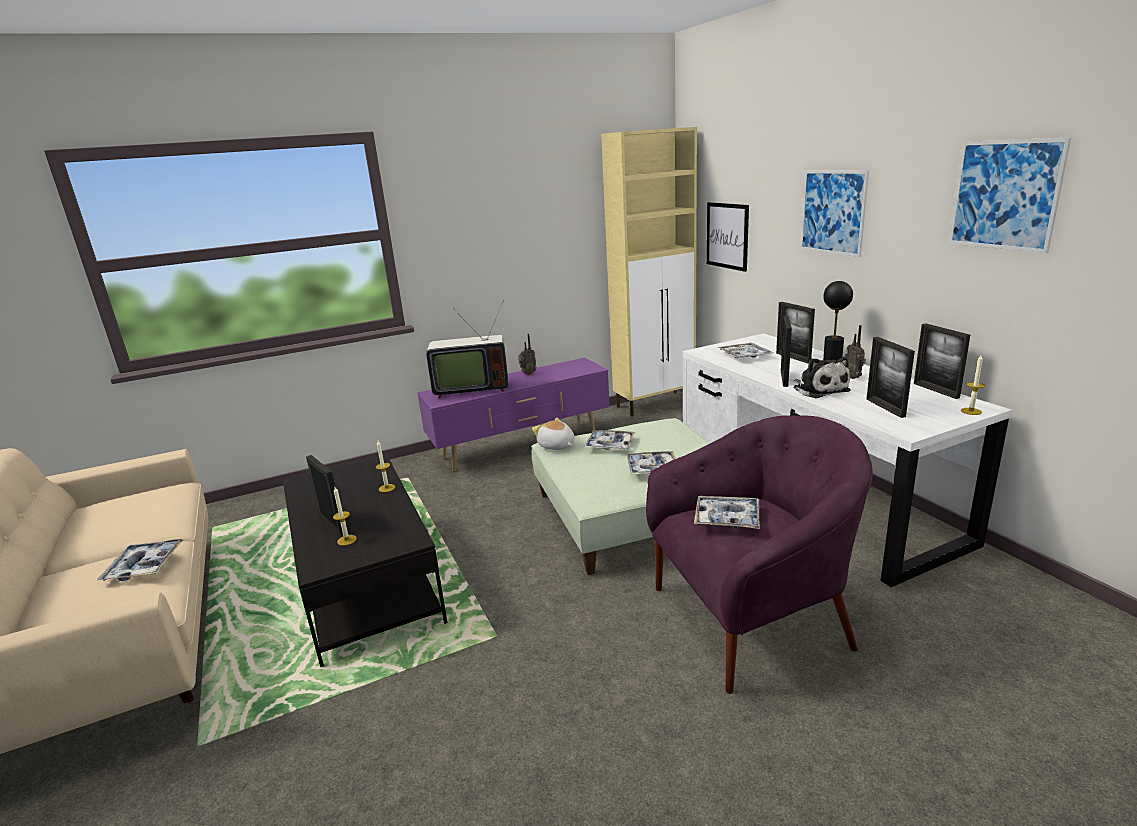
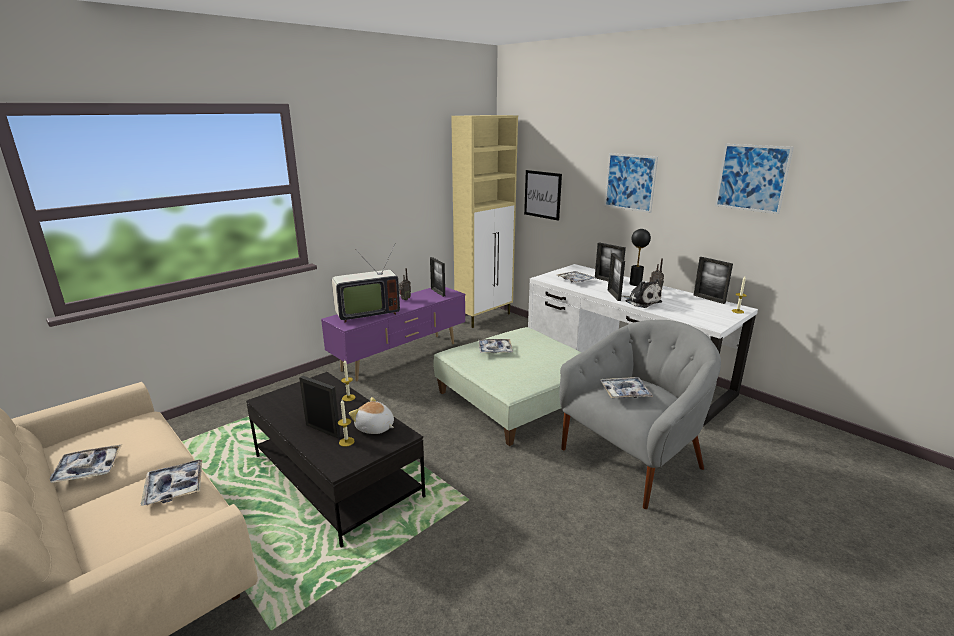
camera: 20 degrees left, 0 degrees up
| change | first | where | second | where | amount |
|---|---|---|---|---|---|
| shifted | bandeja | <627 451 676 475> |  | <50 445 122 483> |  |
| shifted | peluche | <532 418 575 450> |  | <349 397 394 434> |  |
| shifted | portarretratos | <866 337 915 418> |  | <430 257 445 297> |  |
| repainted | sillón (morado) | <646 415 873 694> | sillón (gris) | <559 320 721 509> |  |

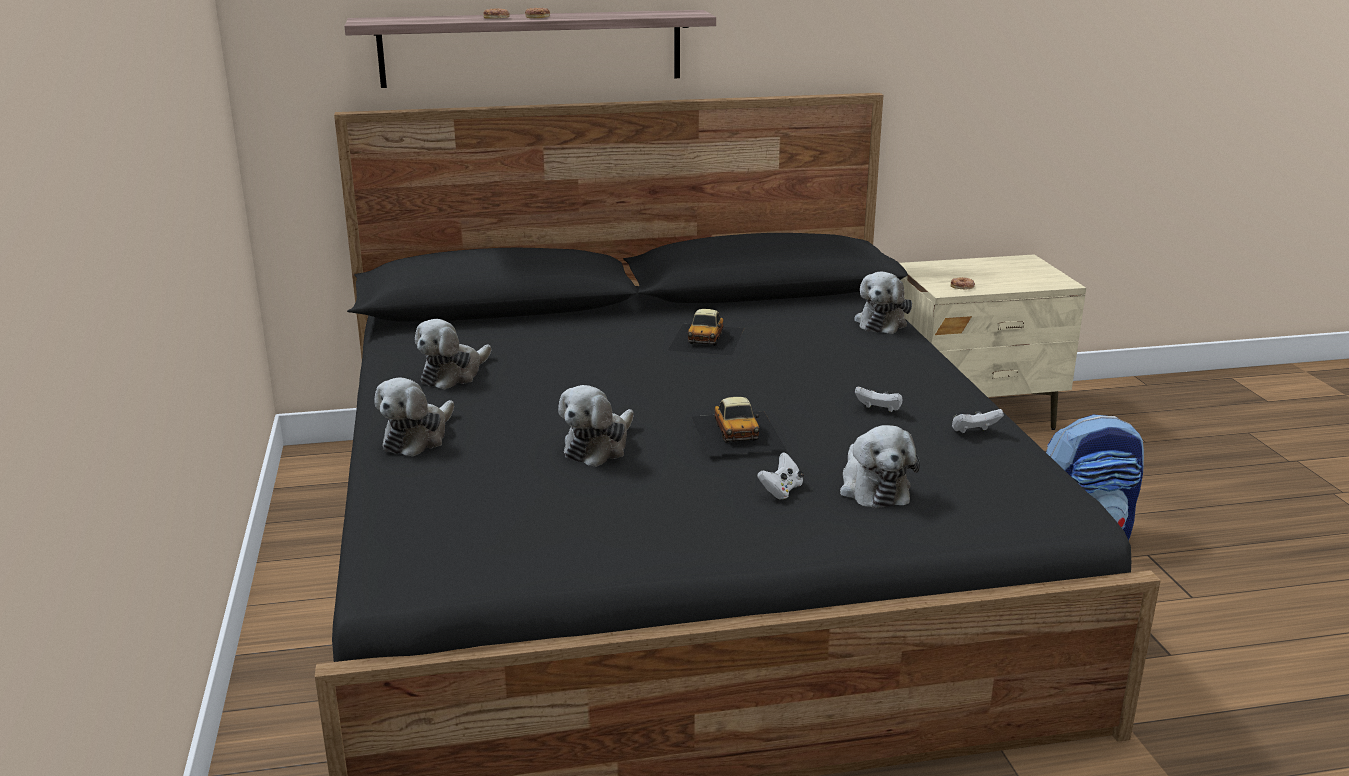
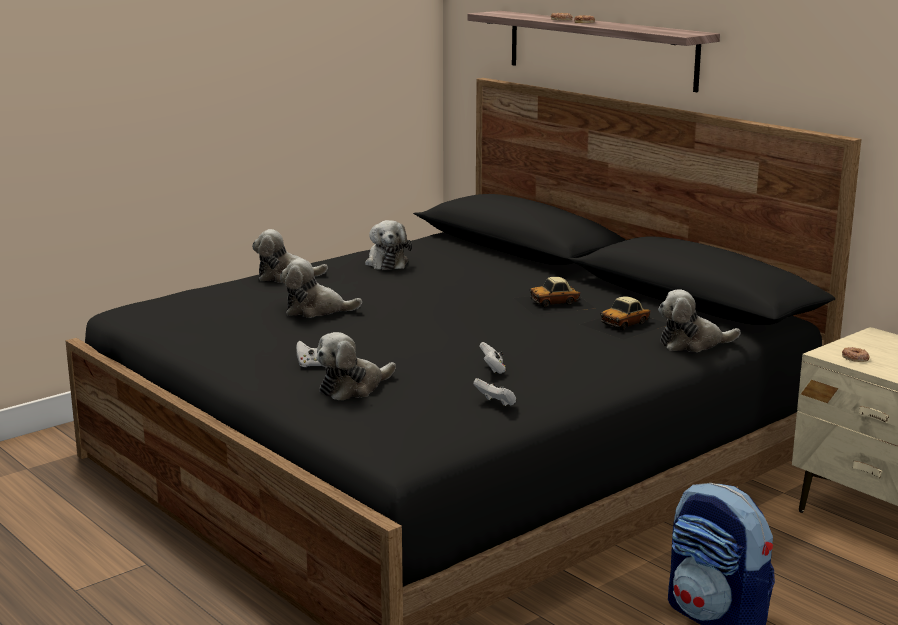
camera: 60 degrees right, 5 degrees down
| change | first | where | second | where | amount |
|---|---|---|---|---|---|
| rotated | peluche | <415 319 491 390> |  | <365 220 412 270> | 105 degrees counterclockwise |
| shifted | coche de juguete | <692 397 786 456> |  | <580 297 667 340> |  |

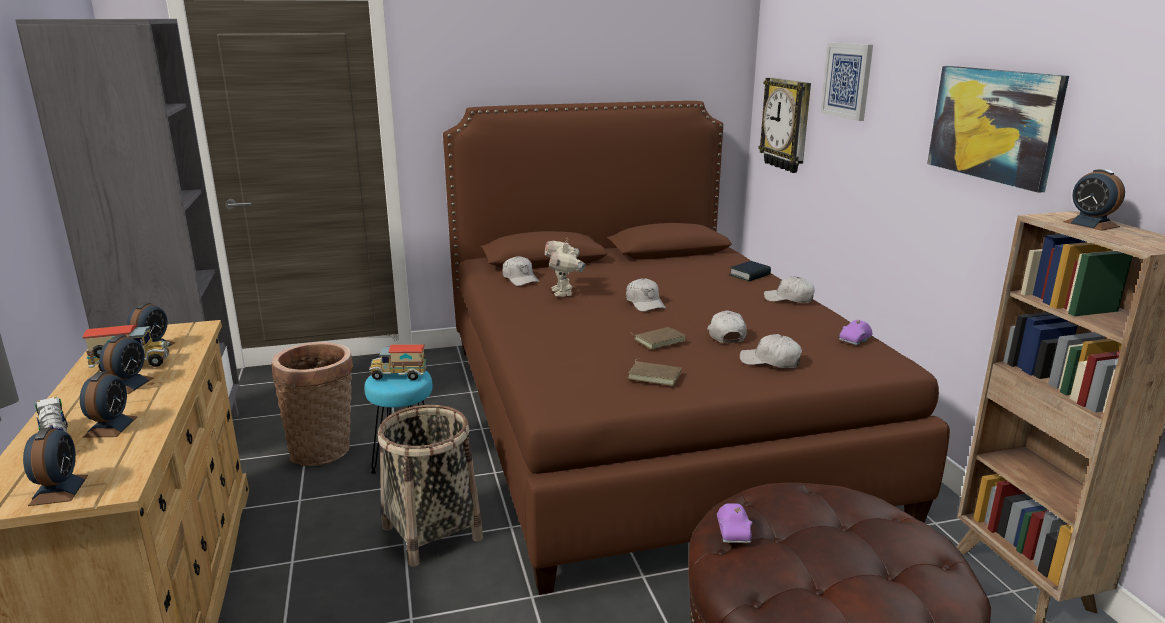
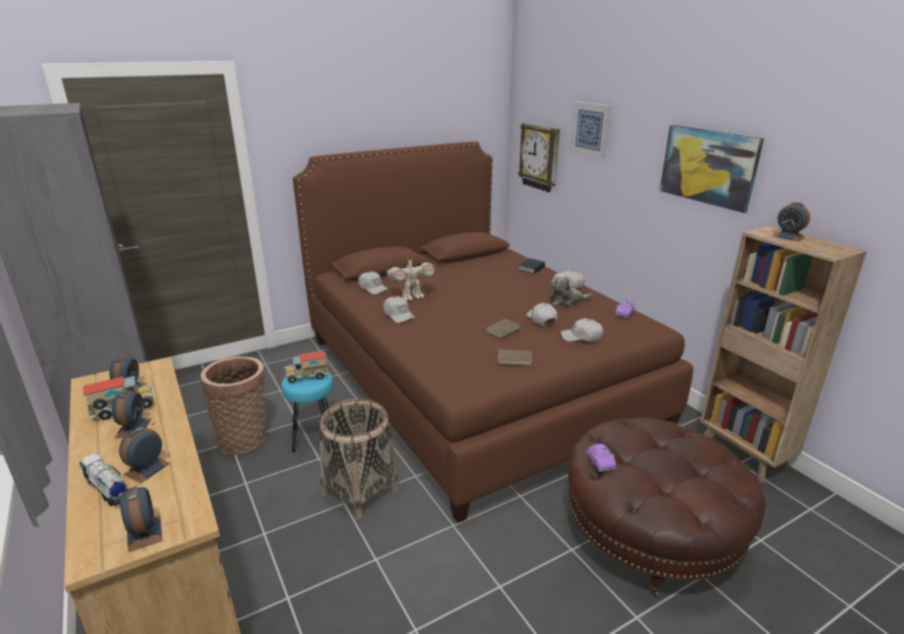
camera: 15 degrees left, 5 degrees up
| change | first | where | second | where | amount |
|---|---|---|---|---|---|
| rotated | despertador | <80 372 137 438> |  | <119 427 170 483> | 135 degrees counterclockwise |
| shifted | gorra (blanco) | <626 278 666 312> |  | <383 296 415 323> |  |
| rotated | robot de juguete | <545 238 586 297> |  | <387 258 434 301> | 90 degrees counterclockwise |
| new |  |  | peluche | <549 273 593 307> |  |

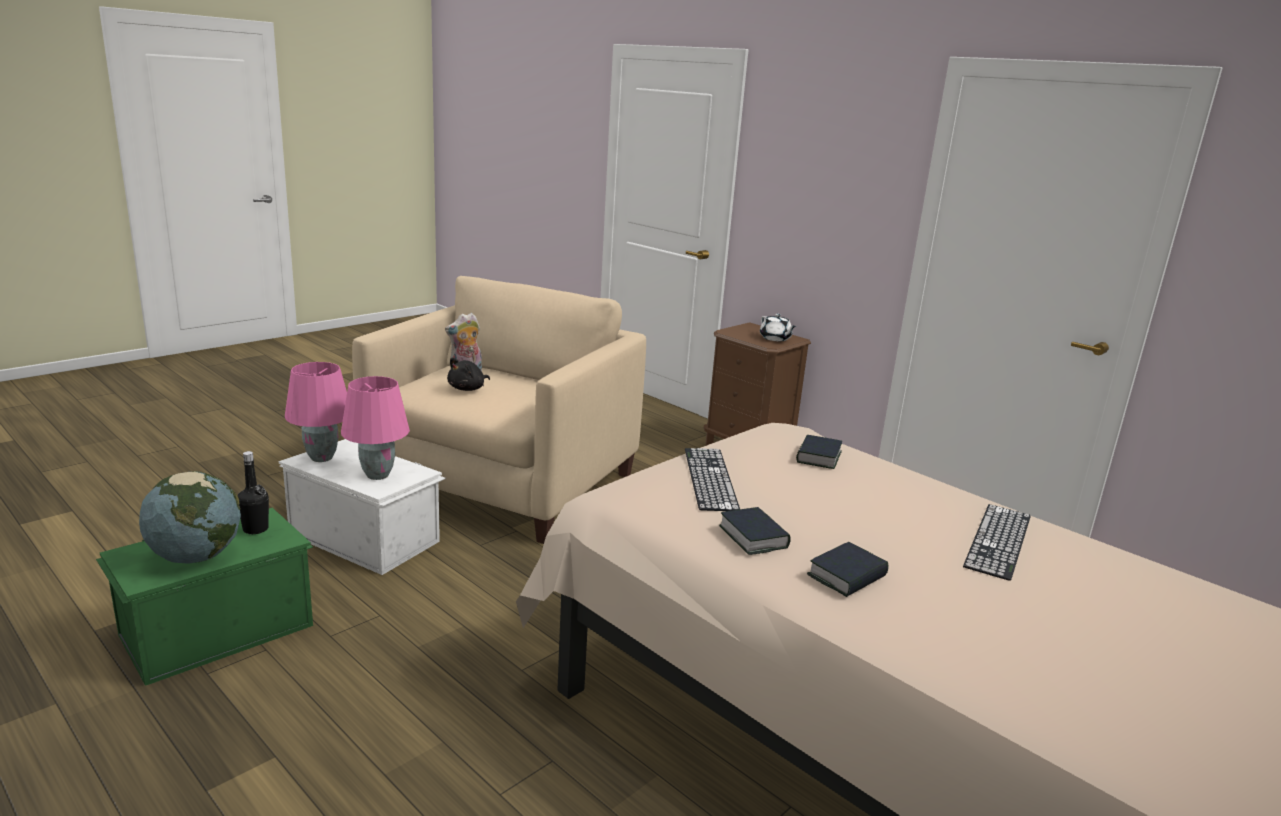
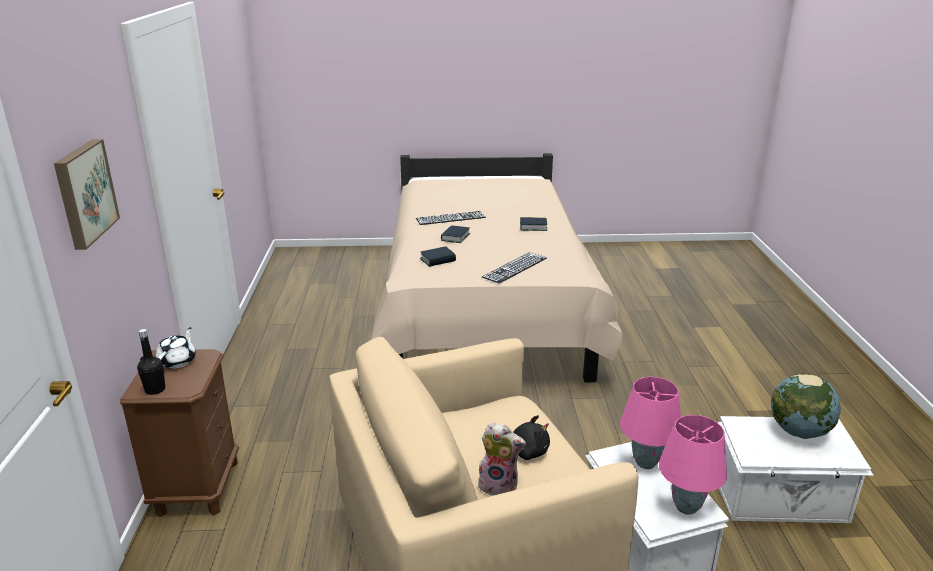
camera: 135 degrees left, 5 degrees up
| change | first | where | second | where | amount |
|---|---|---|---|---|---|
| new |  |  | cuadro | <54 139 120 250> |  |
| shifted | botella (negro) | <238 451 269 534> |  | <137 329 165 395> |  |
| shifted | libro | <719 507 791 555> |  | <441 225 470 243> |  |
| repainted | caja de almacenaje (verde) | <96 508 313 686> | caja de almacenaje (blanco) | <718 416 874 523> |  |

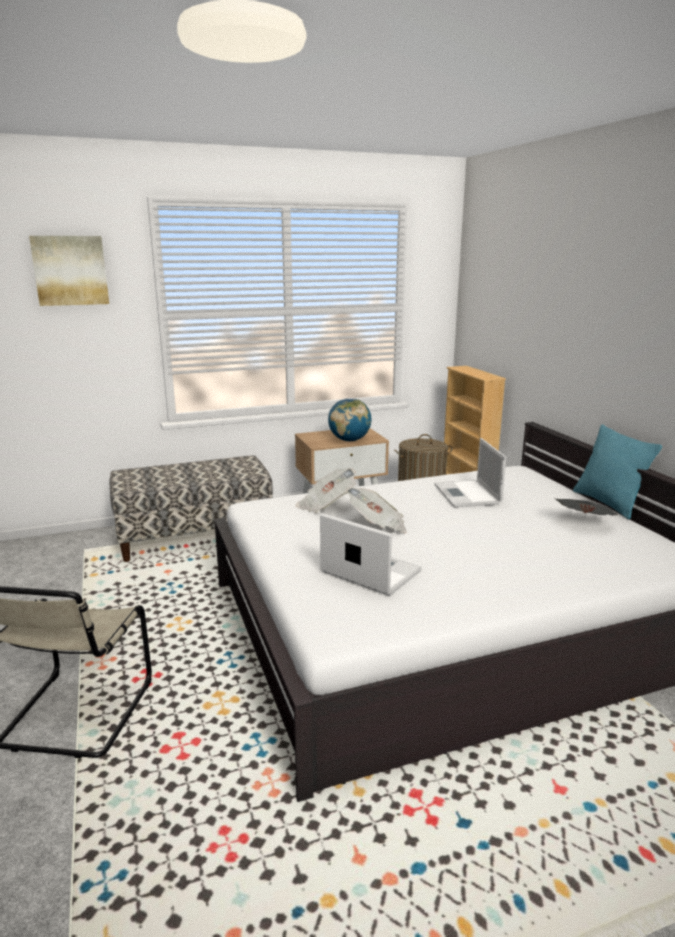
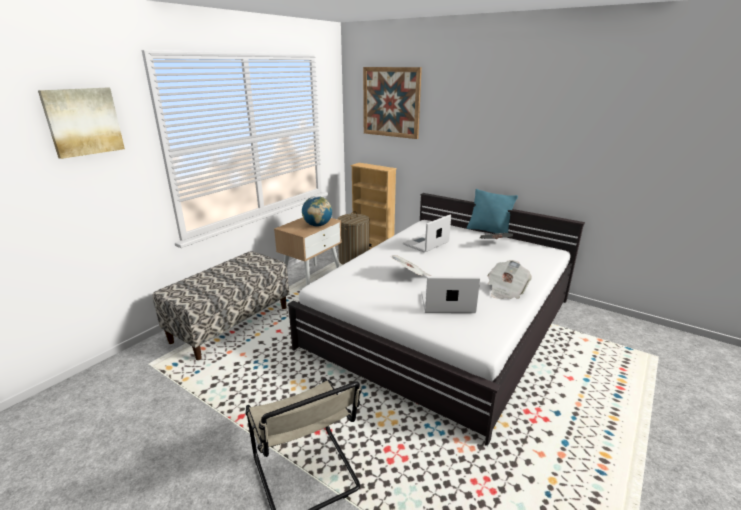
camera: 35 degrees left, 5 degrees up
| change | first | where | second | where | amount |
|---|---|---|---|---|---|
| new |  |  | cuadro | <363 67 422 139> |  |
| rotated | portátil | <434 438 506 507> |  | <403 215 451 253> | 90 degrees clockwise |
| shifted | periódico | <296 468 356 513> |  | <488 260 532 299> |  |

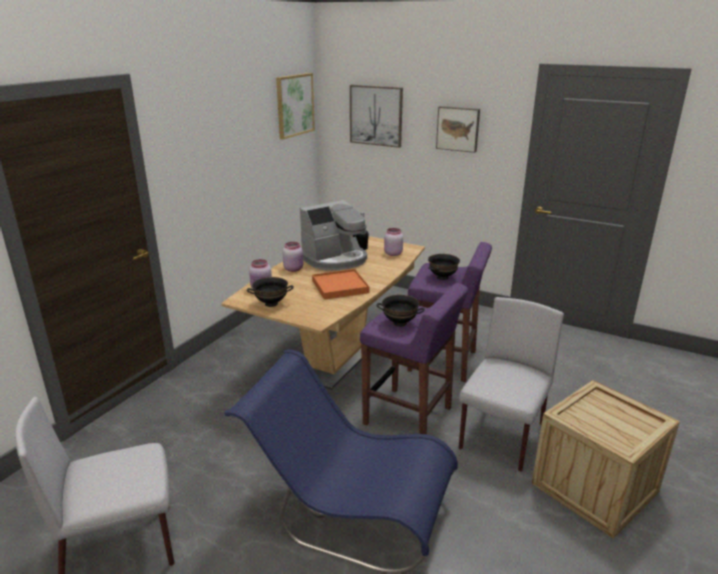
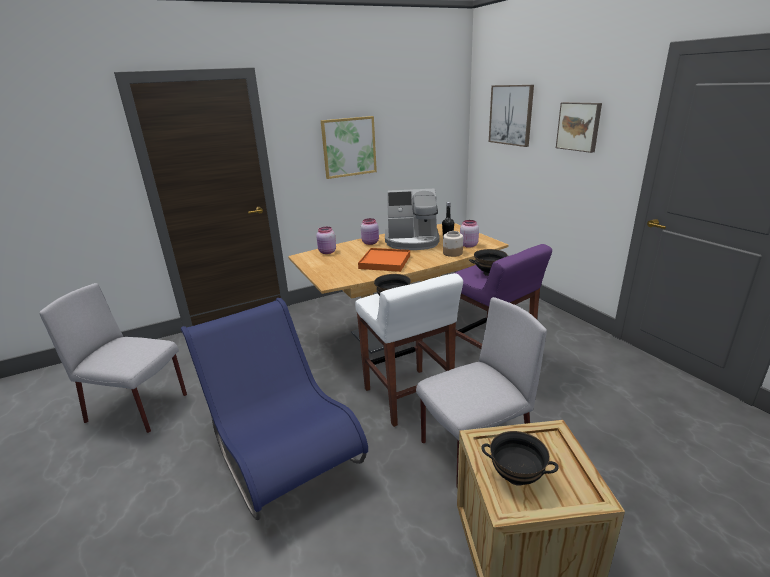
camera: 35 degrees right, 0 degrees up
| change | first | where | second | where | amount |
|---|---|---|---|---|---|
| shifted | cuadro | <276 73 315 139> |  | <321 116 377 179> |  |
| repainted | taburete (morado) | <360 283 468 434> | taburete (blanco) | <355 273 463 427> |  |
| new |  |  | tarro | <443 231 463 257> |  |
| shifted | cuenco (negro) | <247 277 294 307> |  | <481 431 559 486> |  |

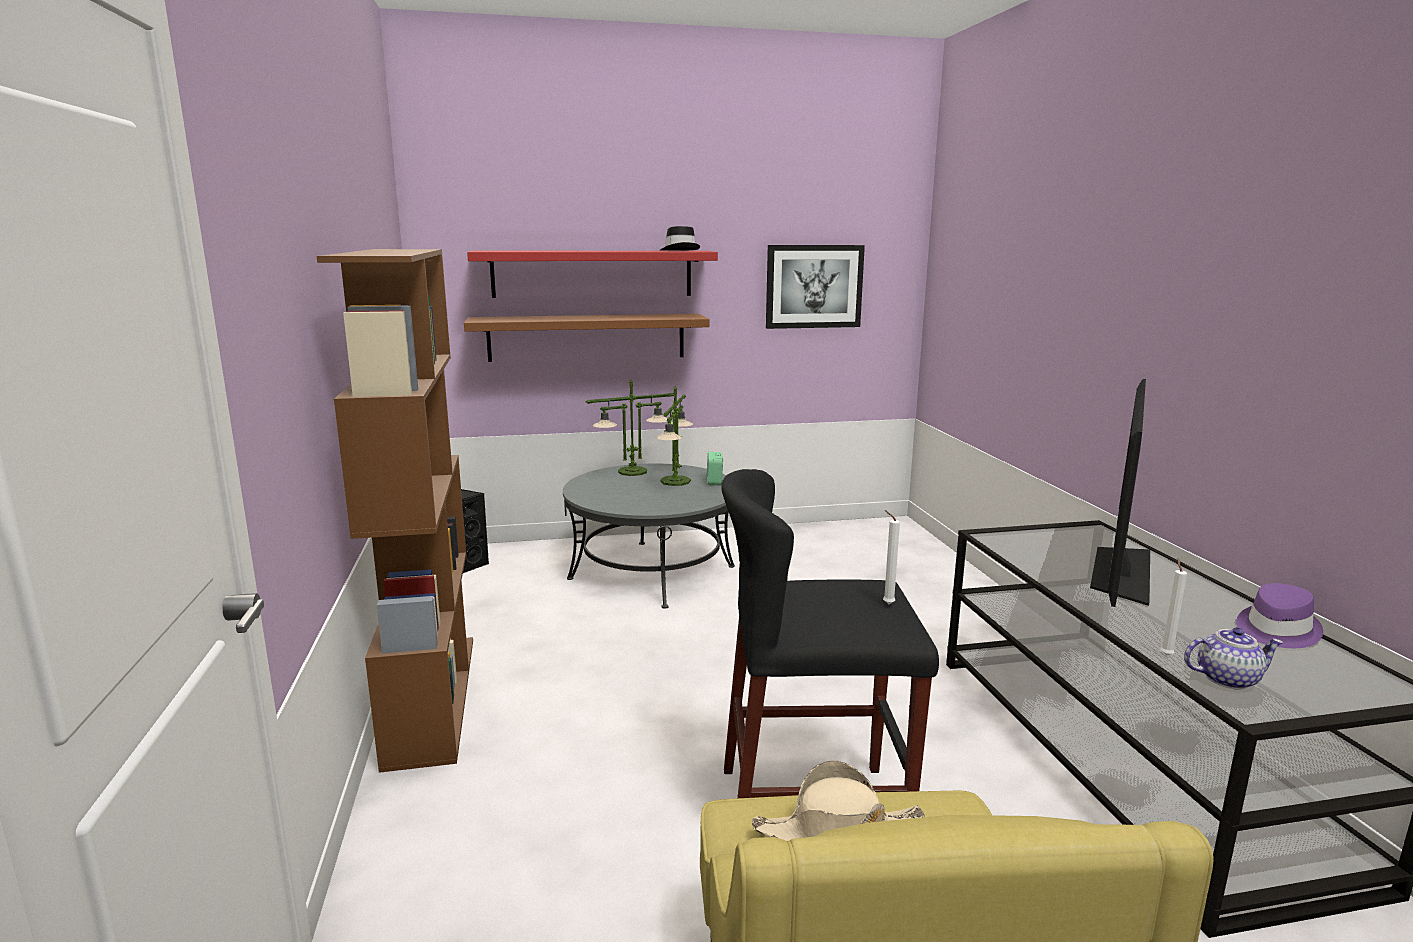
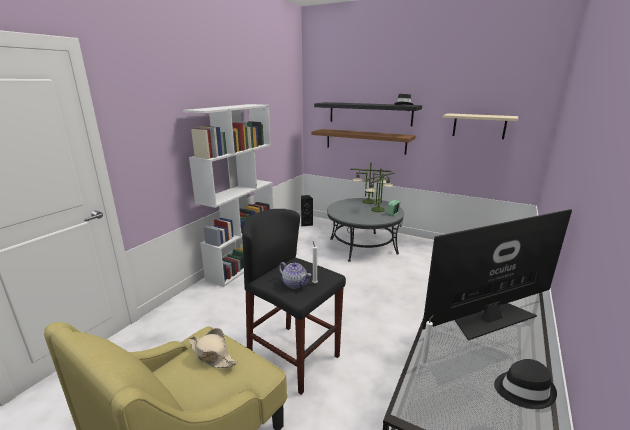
camera: 40 degrees right, 5 degrees up
| change | first | where | second | where | amount |
|---|---|---|---|---|---|
| repainted | estantería (marrón) | <317 249 473 773> | estantería (blanco) | <183 104 274 287> |  |
| shifted | tetera | <1184 627 1284 690> |  | <279 262 311 289> |  |
| repainted | estante (rojo) | <467 251 718 298> | estante (negro) | <314 102 422 126> |  |
| swapped | cuadro | <766 245 865 329> | estante (beis) | <443 113 518 139> |  |
| repainted | sombrero (morado) | <1236 583 1323 648> | sombrero (negro) | <494 359 557 409> |  |

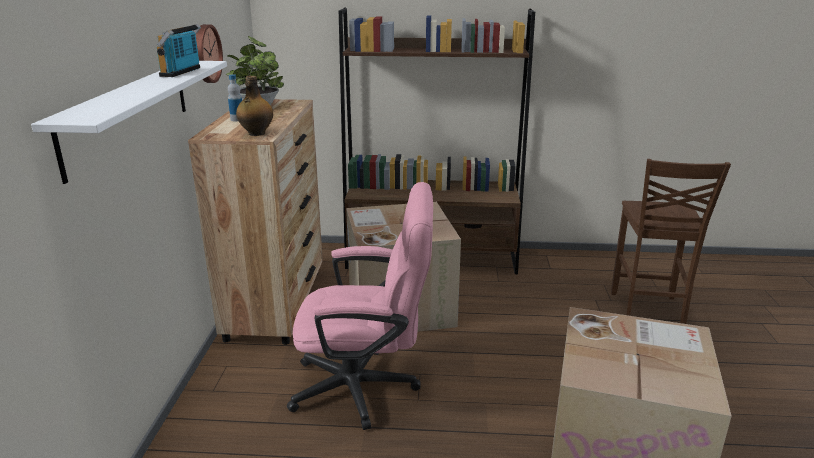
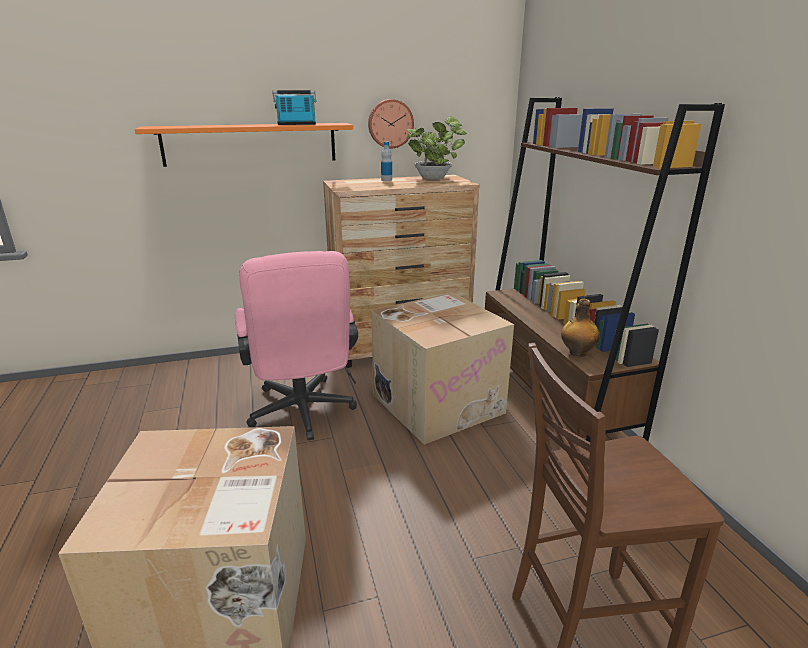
camera: 70 degrees right, 0 degrees up
| change | first | where | second | where | amount |
|---|---|---|---|---|---|
| repainted | estante (blanco) | <31 61 227 184> | estante (naranja) | <135 123 353 167> |  |
| shifted | botella | <236 76 273 136> |  | <561 298 600 357> |  |

